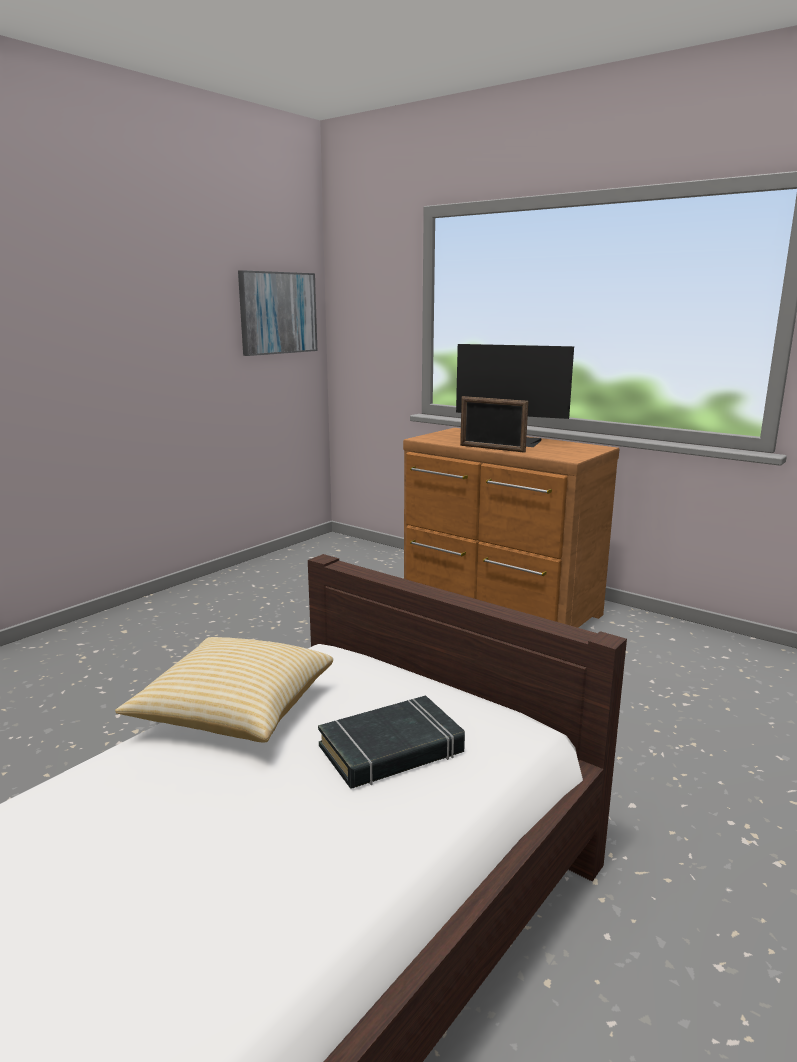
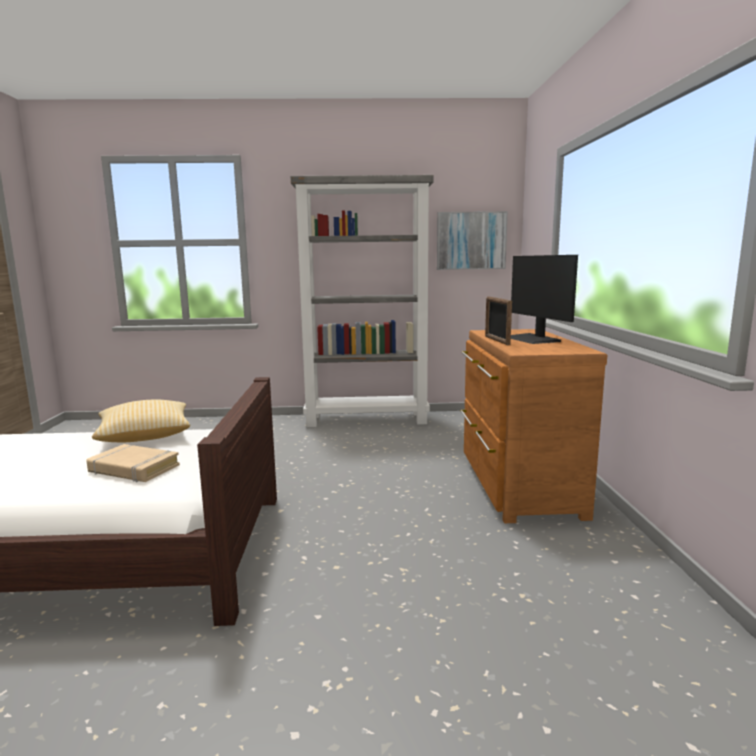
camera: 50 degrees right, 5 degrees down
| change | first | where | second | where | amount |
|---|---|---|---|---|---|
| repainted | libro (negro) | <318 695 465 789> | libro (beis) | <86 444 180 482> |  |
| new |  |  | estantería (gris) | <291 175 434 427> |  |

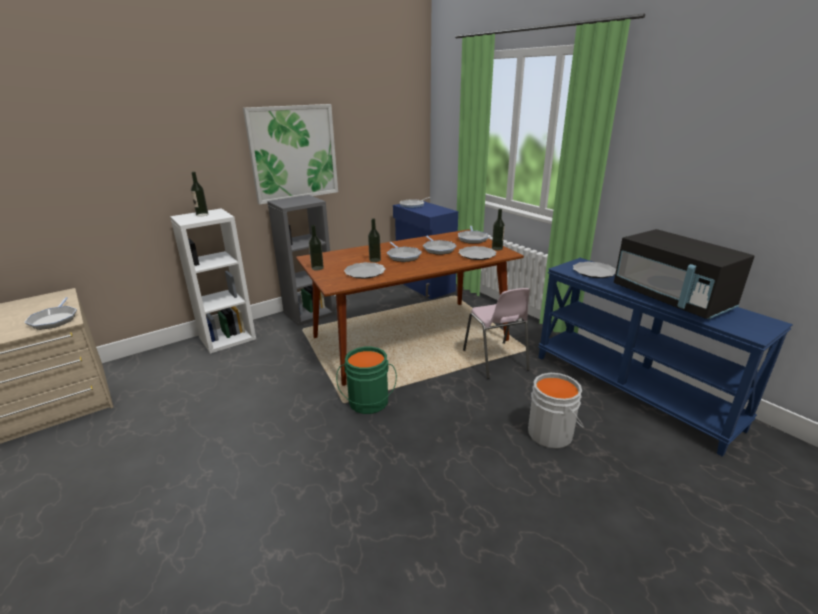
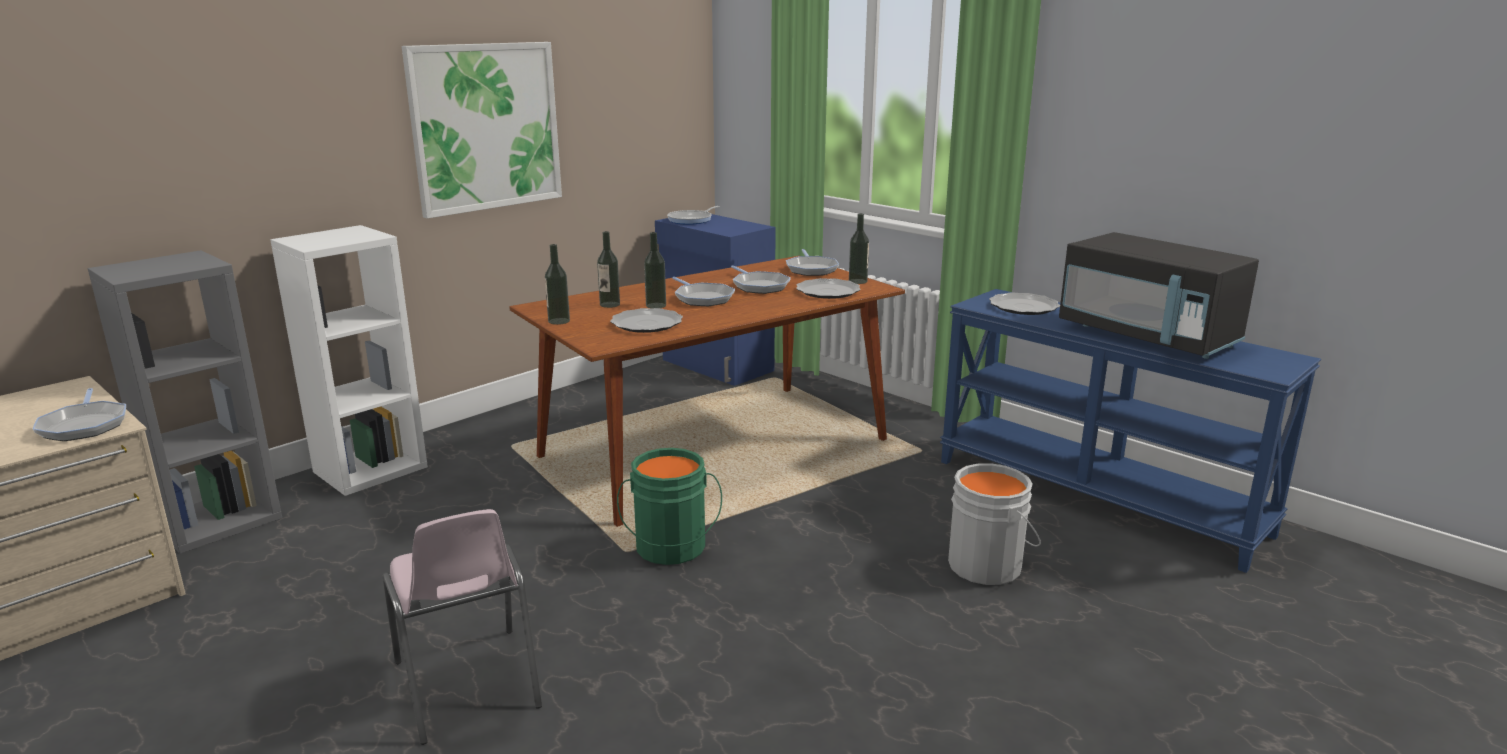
camera: 10 degrees left, 5 degrees down
| change | first | where | second | where | amount |
|---|---|---|---|---|---|
| shifted | estantería (gris) | <267 195 336 326> |  | <88 250 282 554> |  |
| shifted | silla (rosa) | <463 288 530 379> |  | <383 509 542 745> |  |
| shifted | botella | <191 172 208 216> |  | <597 231 620 308> |  |

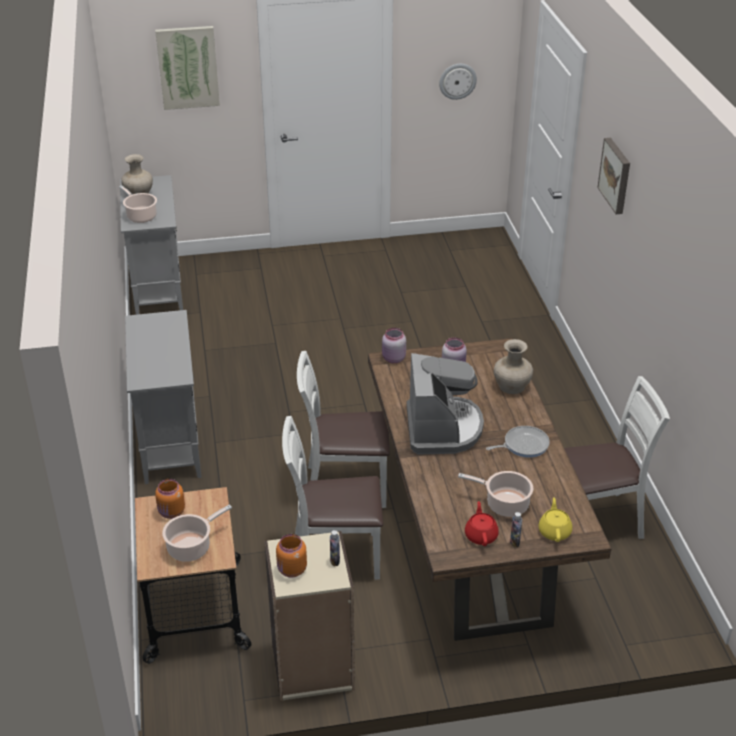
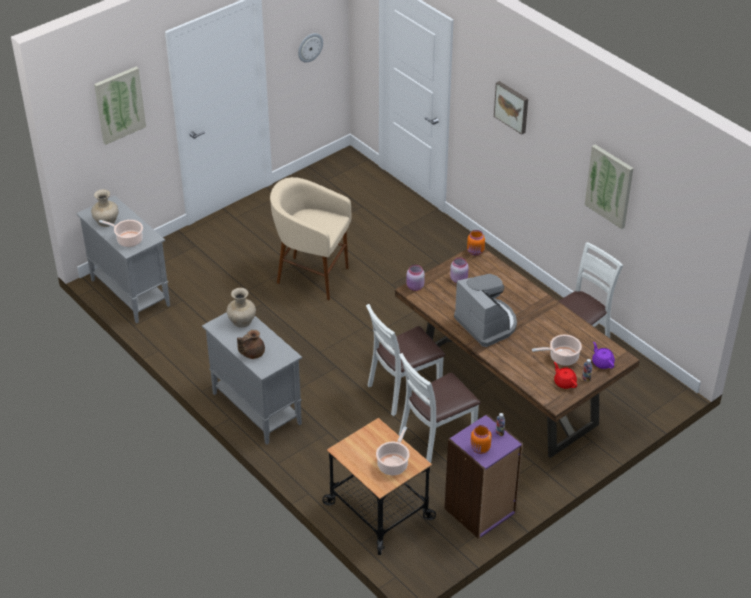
camera: 30 degrees left, 5 degrees up
| change | first | where | second | where | amount |
|---|---|---|---|---|---|
| shifted | florero (beis) | <494 339 533 394> |  | <227 288 256 328> |  |
| new |  |  | tetera (marrón) | <237 330 265 359> |  |
| new |  |  | taburete (beis) | <270 177 351 300> |  |
| repainted | estantería (beis) | <264 531 355 701> | estantería (morado) | <445 414 523 539> |  |
| shifted | tarro (naranja) | <155 479 185 519> |  | <467 230 485 256> |  |
| new |  |  | cuadro | <585 145 634 229> |  |
| repainted | tetera (amarillo) | <538 497 572 542> | tetera (morado) | <592 342 615 369> |  |
| gone | sartén | <486 426 550 458> |  |  |  |

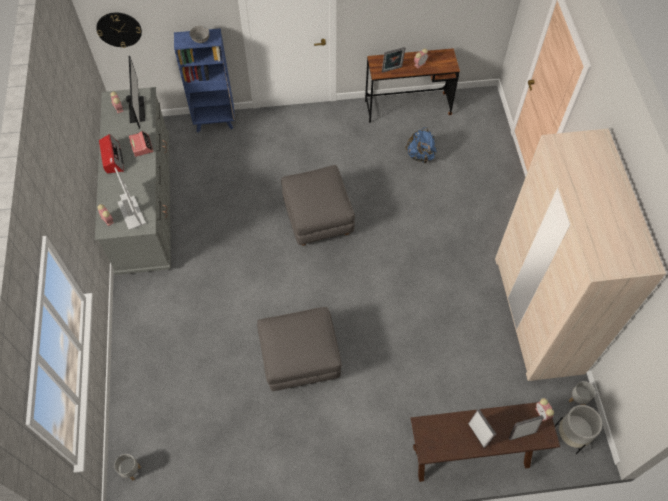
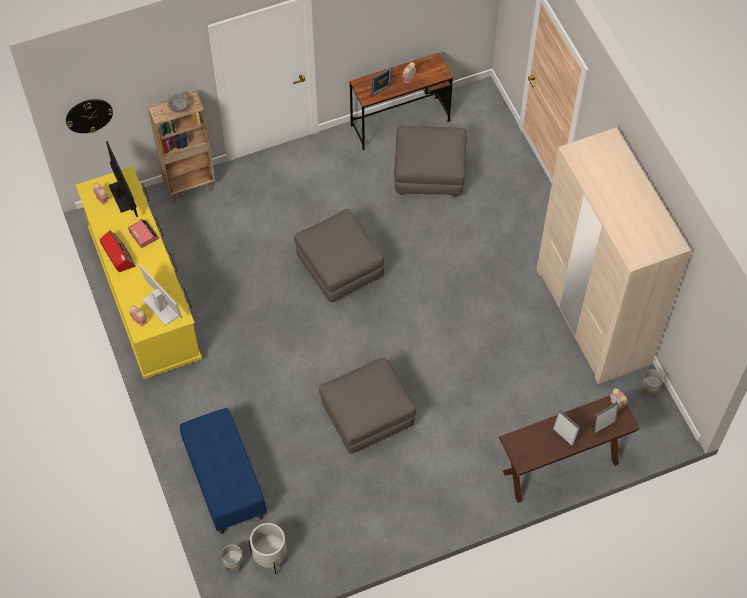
camera: 15 degrees left, 0 degrees up
| change | first | where | second | where | amount |
|---|---|---|---|---|---|
| repainted | cómoda (gris) | <95 87 171 275> | cómoda (amarillo) | <76 167 202 379> |  |
| repainted | estantería (azul) | <174 28 235 133> | estantería (marrón) | <147 91 215 203> |  |
| new |  |  | banco (azul) | <180 408 266 534> |  |
| shifted | maceta (blanco) | <555 405 602 454> |  | <249 523 287 574> |  |
| swapped | mochila (azul) | <405 127 437 164> | puf (gris) | <394 125 466 198> |  |

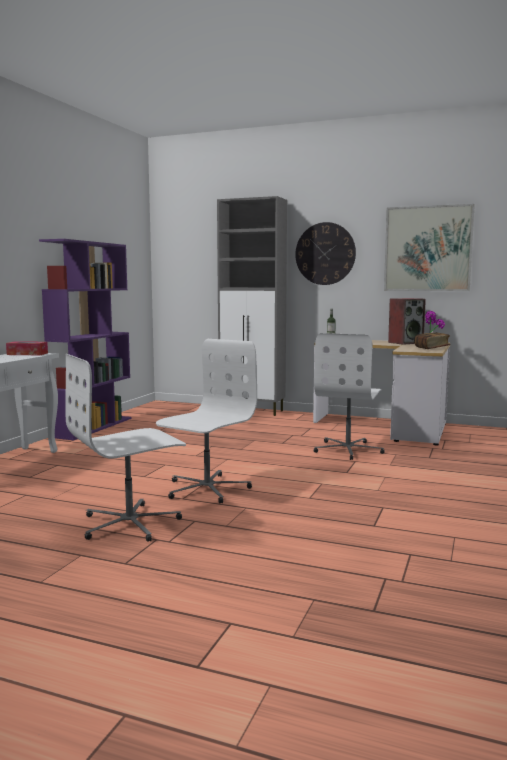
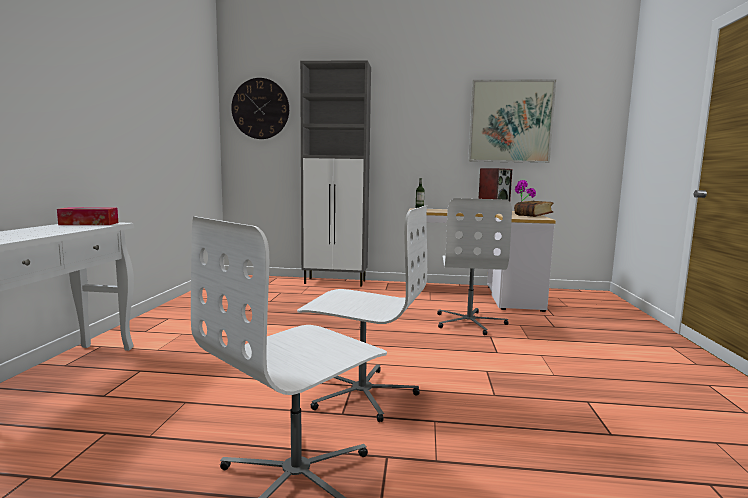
camera: 15 degrees left, 0 degrees up
| change | first | where | second | where | amount |
|---|---|---|---|---|---|
| shifted | reloj de pared | <295 222 356 285> |  | <231 78 289 139> |  |
| rotated | silla de oficina (blanco) | <156 339 257 503> |  | <297 205 428 422> | 90 degrees clockwise |
| gone | estantería (morado) | <39 239 132 440> |  |  |  |

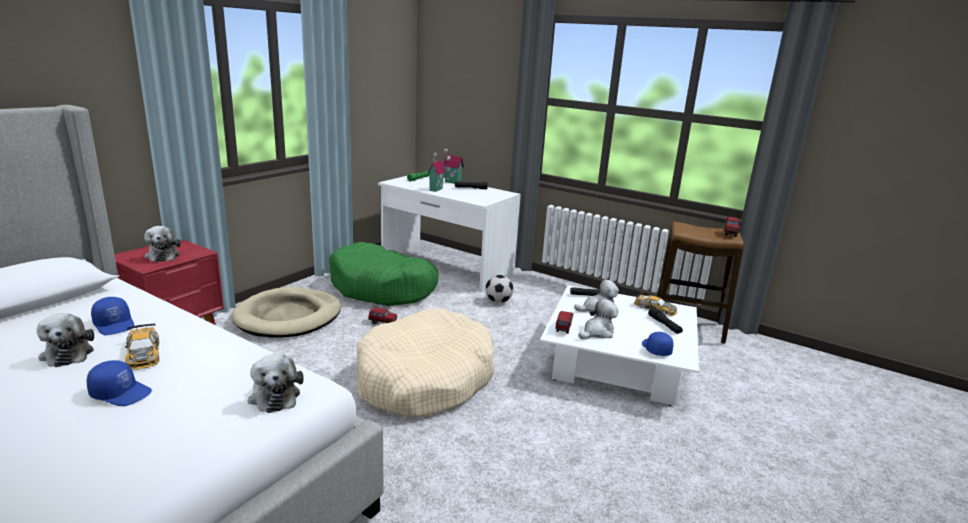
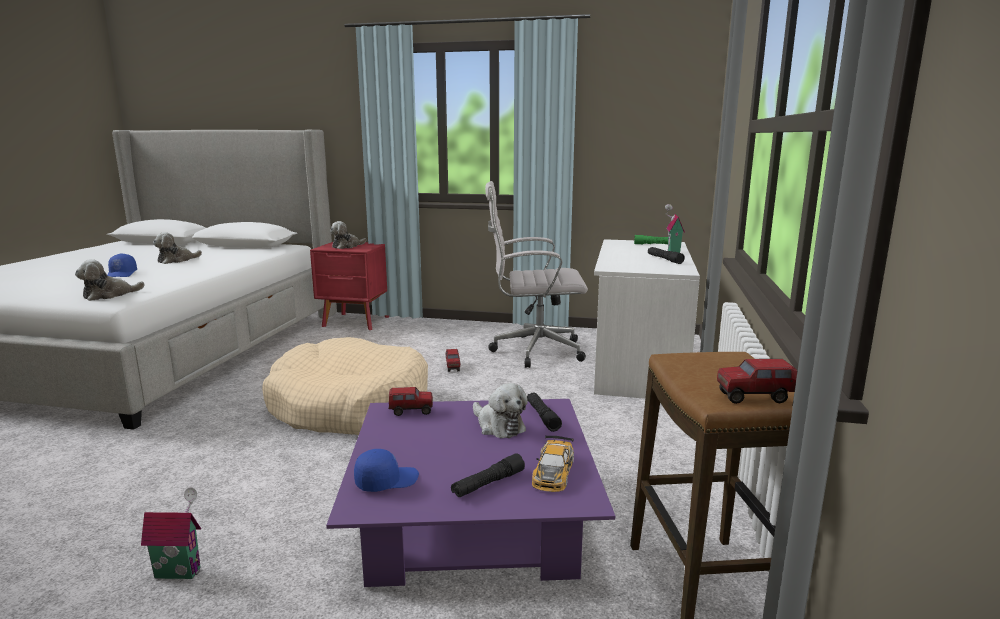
camera: 70 degrees right, 5 degrees down
| change | first | where | second | where | amount |
|---|---|---|---|---|---|
| shifted | casita | <427 152 446 192> |  | <141 487 201 579> |  |
| repainted | mesa de centro (blanco) | <540 285 699 406> | mesa de centro (morado) | <326 399 615 587> |  |
| swapped | cama para perro (verde) | <329 242 438 306> | silla de oficina (blanco) | <485 181 588 368> |  |
| gone | gorra (azul) | <91 297 135 335> |  |  |  |
| gone | coche de juguete | <125 323 160 370> |  |  |  |
| gone | cama para perro (beis) | <231 287 341 338> |  |  |  |
| gone | balón de fútbol | <485 275 513 303> |  |  |  |
| gone | peluche | <578 299 618 340> |  |  |  |

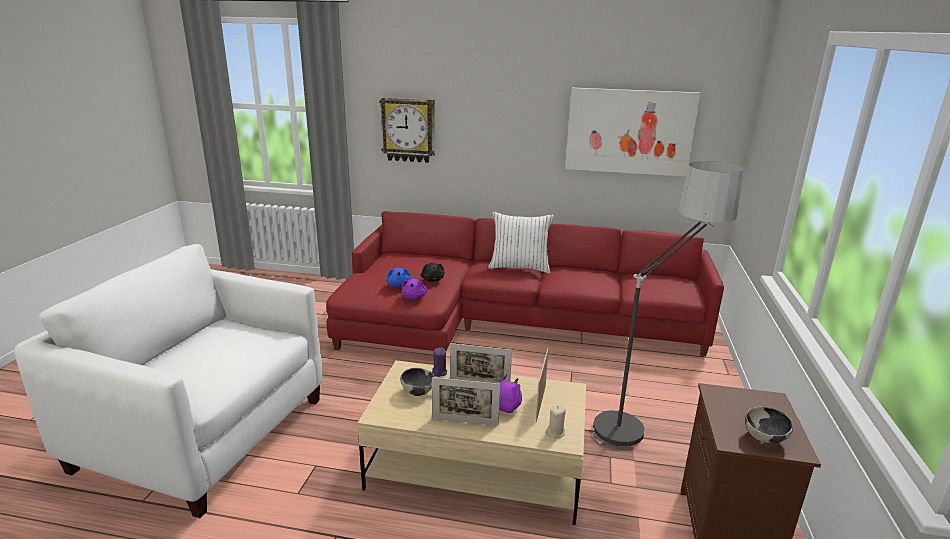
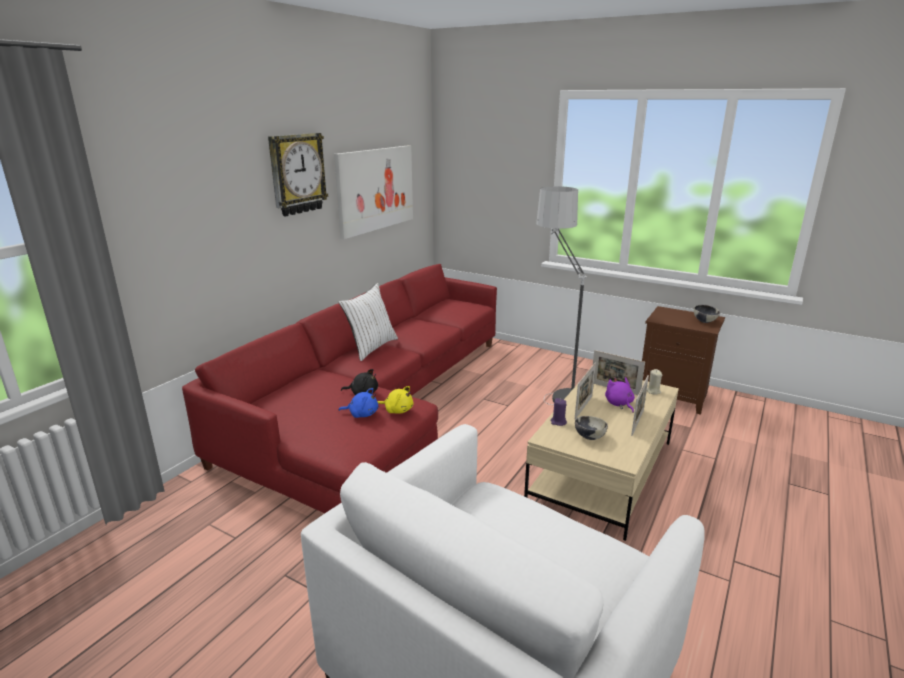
camera: 70 degrees left, 0 degrees up
| change | first | where | second | where | amount |
|---|---|---|---|---|---|
| shifted | reloj de pared | <379 97 435 163> |  | <268 133 328 216> |  |
| repainted | peluche (morado) | <402 279 427 299> | peluche (amarillo) | <378 386 413 414> |  |

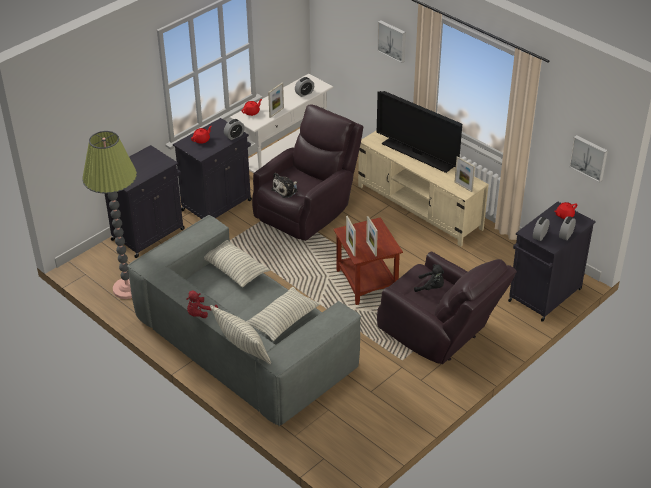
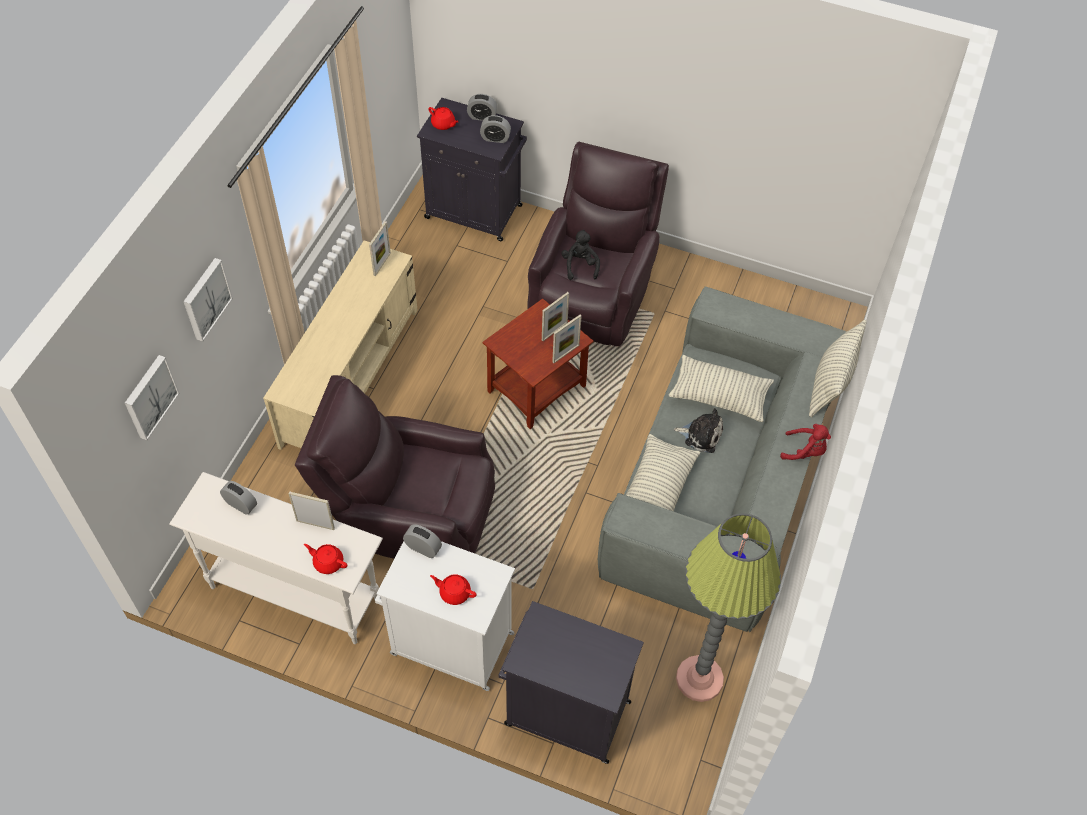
camera: 115 degrees left, 15 degrees up
| change | first | where | second | where | amount |
|---|---|---|---|---|---|
| shifted | cuadro | <569 135 608 183> |  | <125 355 180 440> |  |
| repainted | armario (negro) | <173 118 252 219> | armario (blanco) | <375 541 515 691> |  |
| shifted | peluche | <271 173 298 198> |  | <674 408 723 453> |  |
| gone | televisor | <377 91 462 173> |  |  |  |

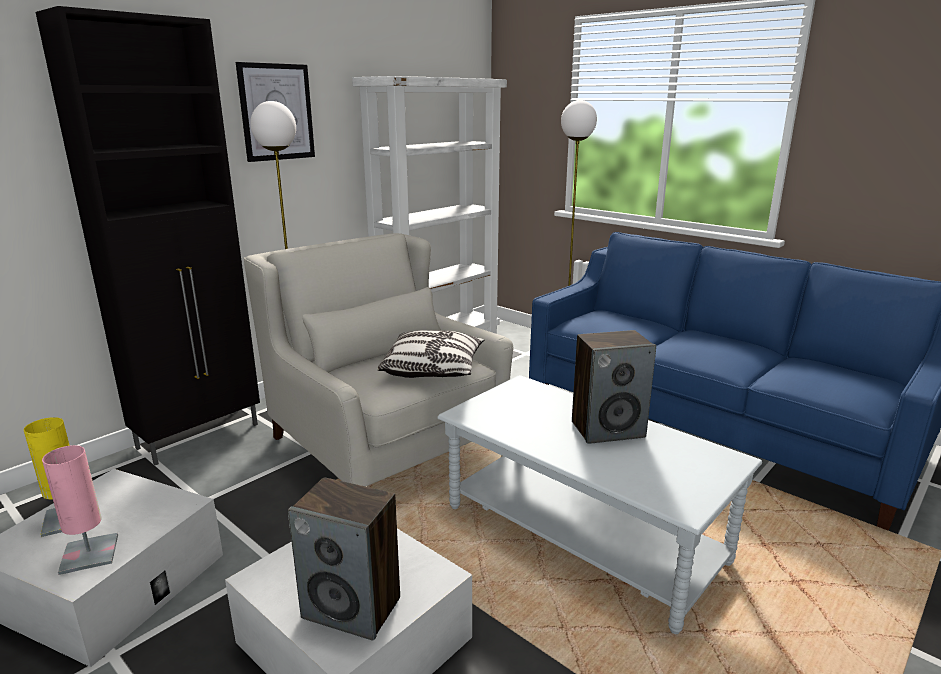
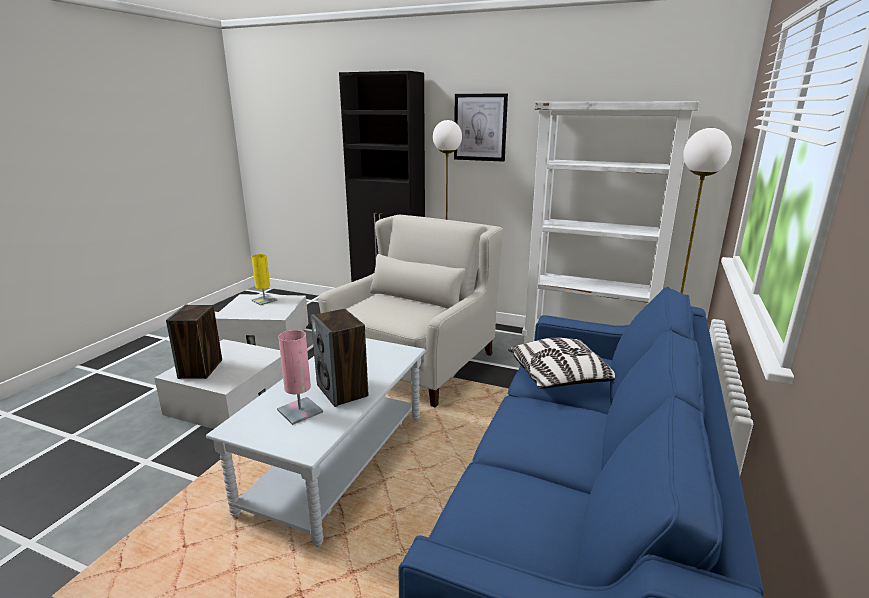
camera: 70 degrees right, 0 degrees up
| change | first | where | second | where | amount |
|---|---|---|---|---|---|
| shifted | lámpara de mesa (rosa) | <42 445 118 575> |  | <277 330 323 425> |  |
| shifted | cojín | <377 330 484 378> |  | <508 338 615 389> |  |

